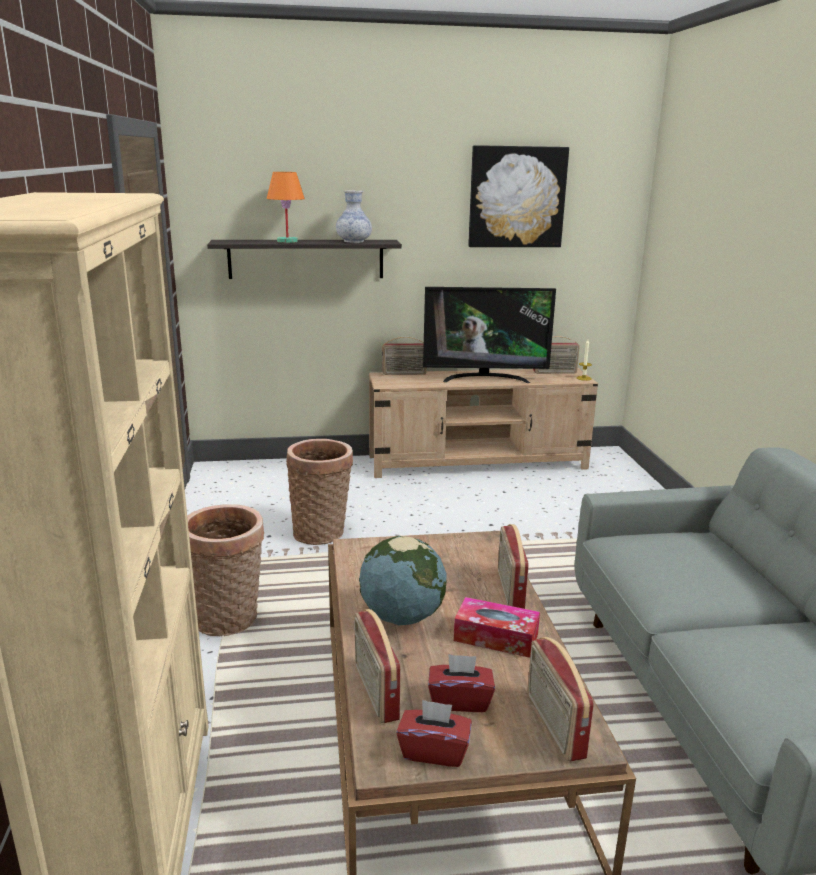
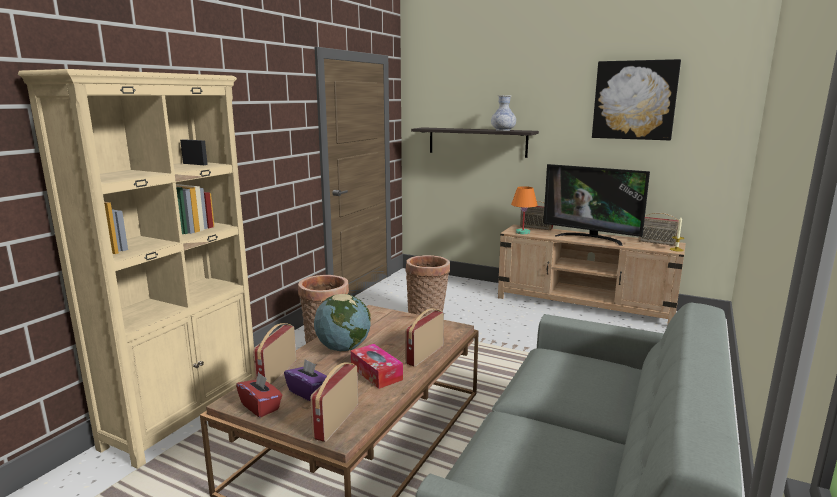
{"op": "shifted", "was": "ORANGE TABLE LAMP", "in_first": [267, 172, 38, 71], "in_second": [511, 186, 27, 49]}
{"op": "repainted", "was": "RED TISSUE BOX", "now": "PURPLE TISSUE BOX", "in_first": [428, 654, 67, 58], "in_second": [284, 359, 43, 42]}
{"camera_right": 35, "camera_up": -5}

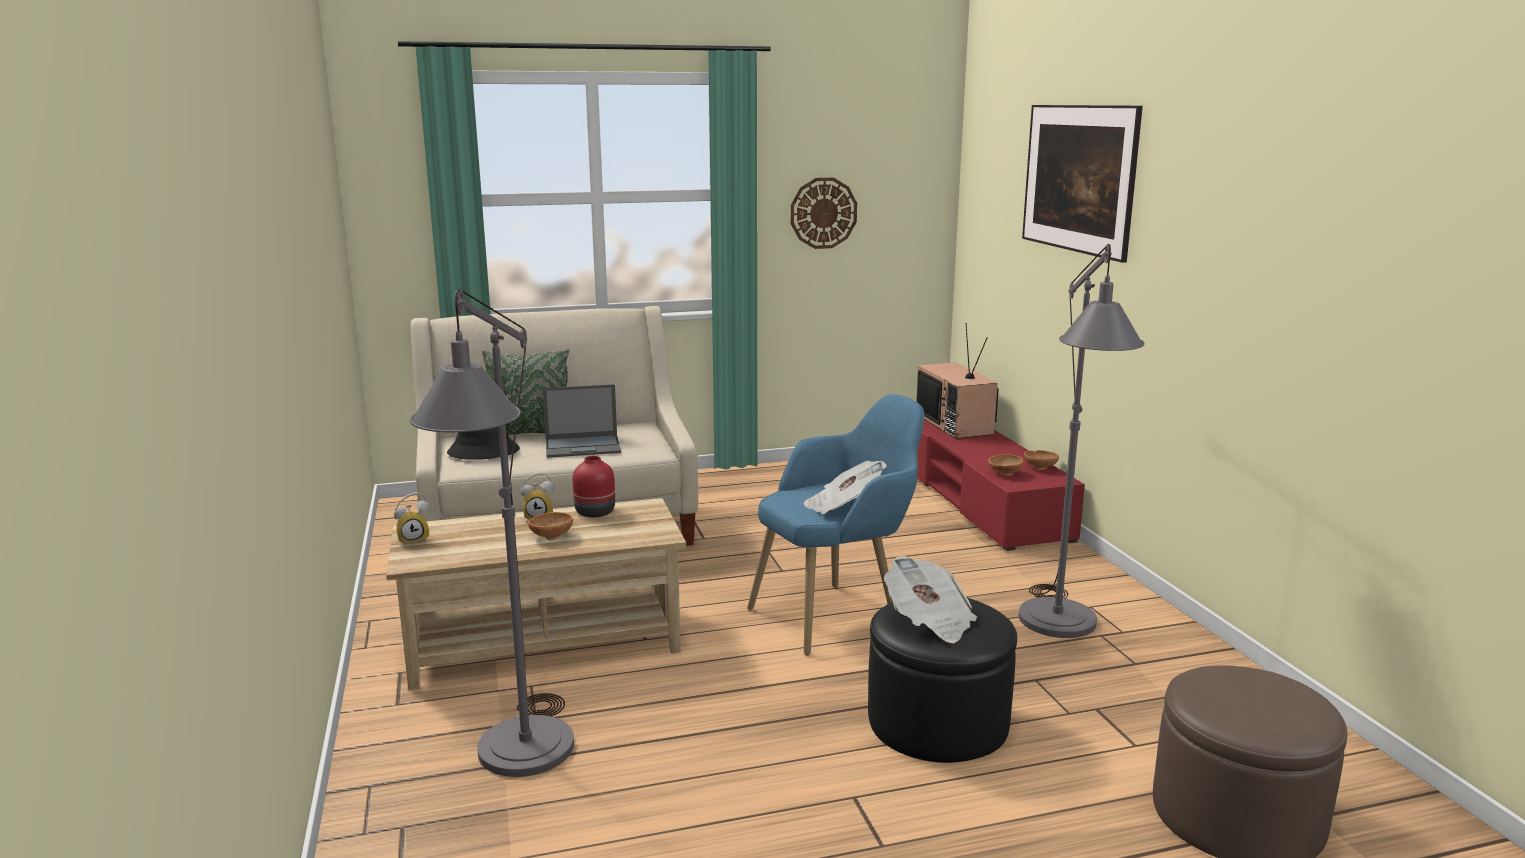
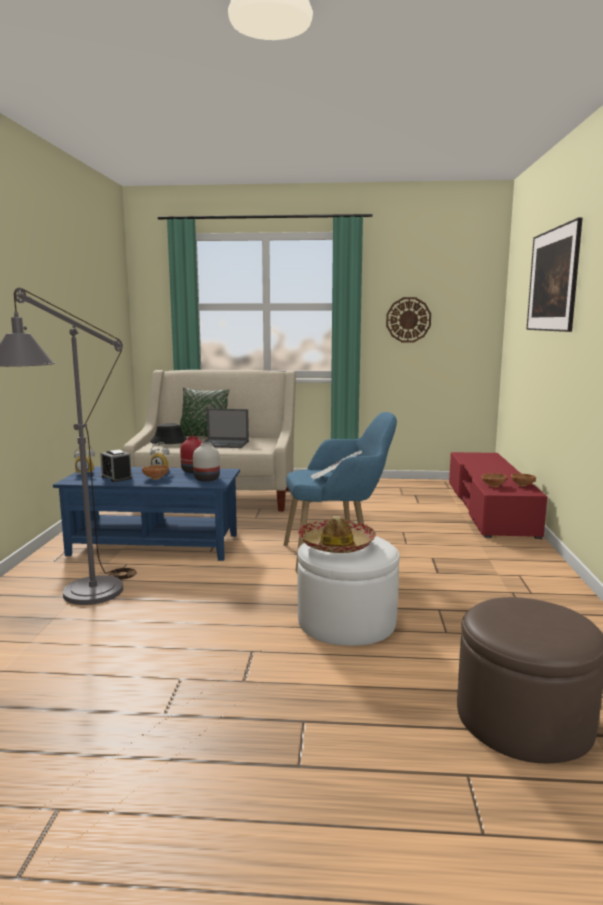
{"op": "gone", "was": "TELEVISION", "in_first": [916, 323, 83, 116]}
{"op": "gone", "was": "GREY FLOOR LAMP", "in_first": [1019, 244, 125, 394]}
{"op": "new", "now": "ALARM CLOCK", "in_second": [100, 450, 32, 32]}
{"op": "new", "now": "WHITE VASE", "in_second": [193, 442, 27, 40]}
{"op": "swapped", "was": "NEWSPAPER", "now": "HAT", "in_first": [884, 556, 93, 87], "in_second": [298, 516, 78, 37]}
{"op": "repainted", "was": "BEIGE COFFEE TABLE", "now": "BLUE COFFEE TABLE", "in_first": [386, 498, 300, 192], "in_second": [53, 466, 187, 95]}
{"op": "repainted", "was": "BLACK OTTOMAN", "now": "WHITE OTTOMAN", "in_first": [868, 598, 149, 165], "in_second": [297, 536, 103, 110]}
{"camera_right": 20, "camera_up": -5}

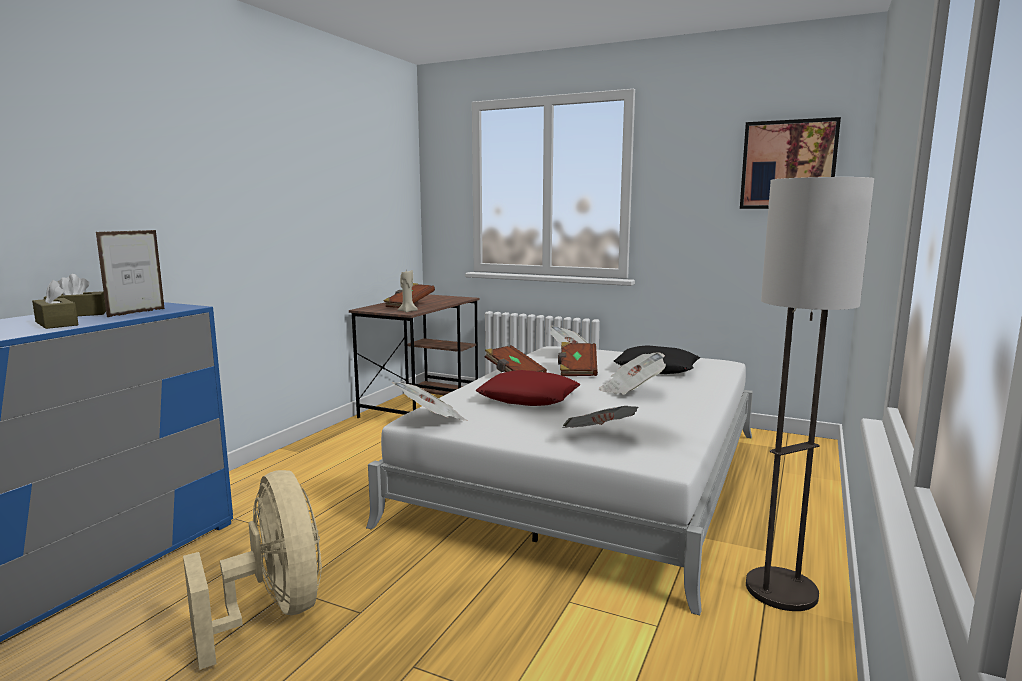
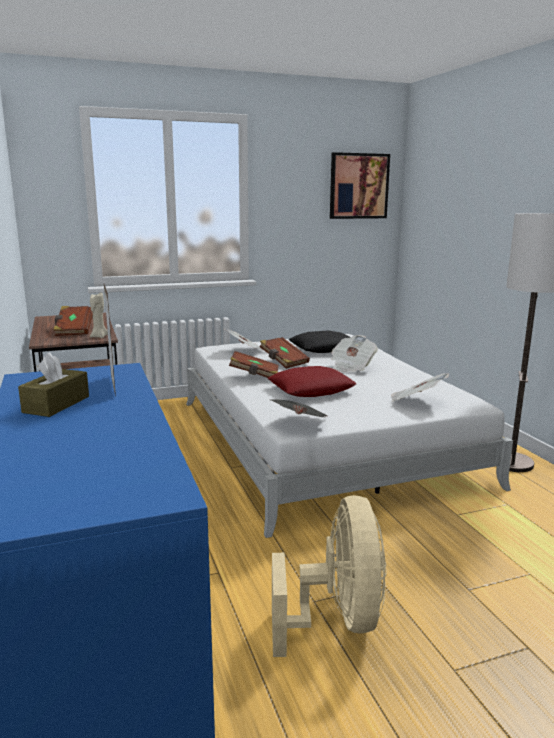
{"op": "gone", "was": "BROWN TISSUE BOX", "in_first": [32, 280, 46, 49]}
{"op": "rotated", "was": "BEIGE FAN", "in_first": [183, 470, 139, 200], "in_second": [272, 495, 114, 162], "clockwise": 75}
{"camera_right": -45, "camera_up": 5}

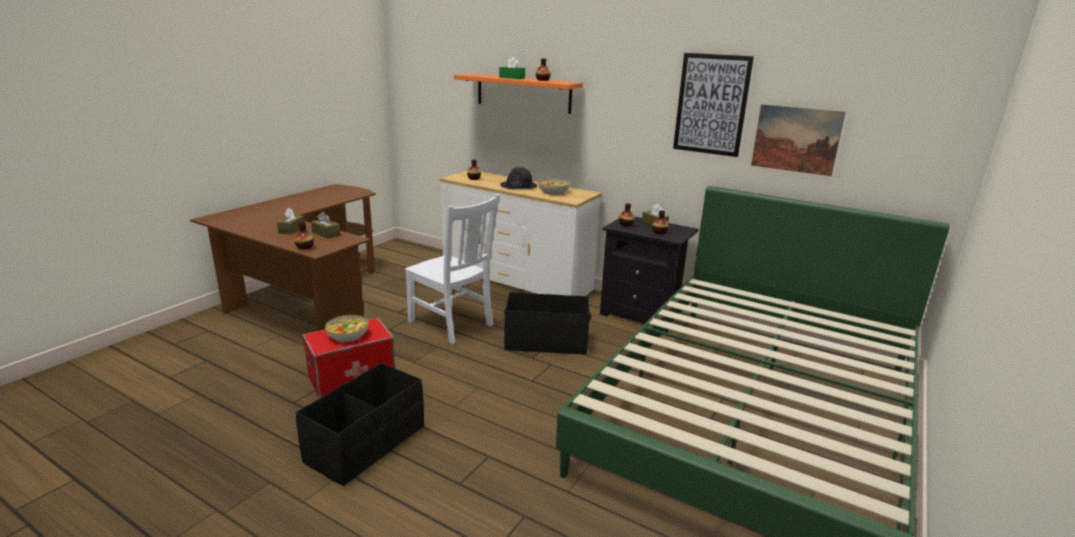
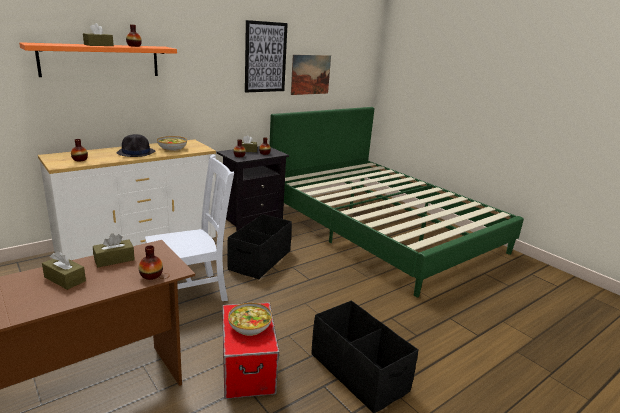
{"op": "repainted", "was": "GREEN TISSUE BOX", "now": "BROWN TISSUE BOX", "in_first": [499, 57, 26, 22], "in_second": [83, 23, 31, 23]}
{"camera_right": -70, "camera_up": 0}

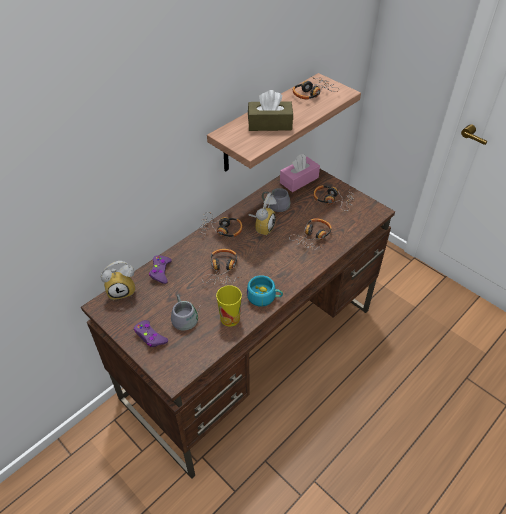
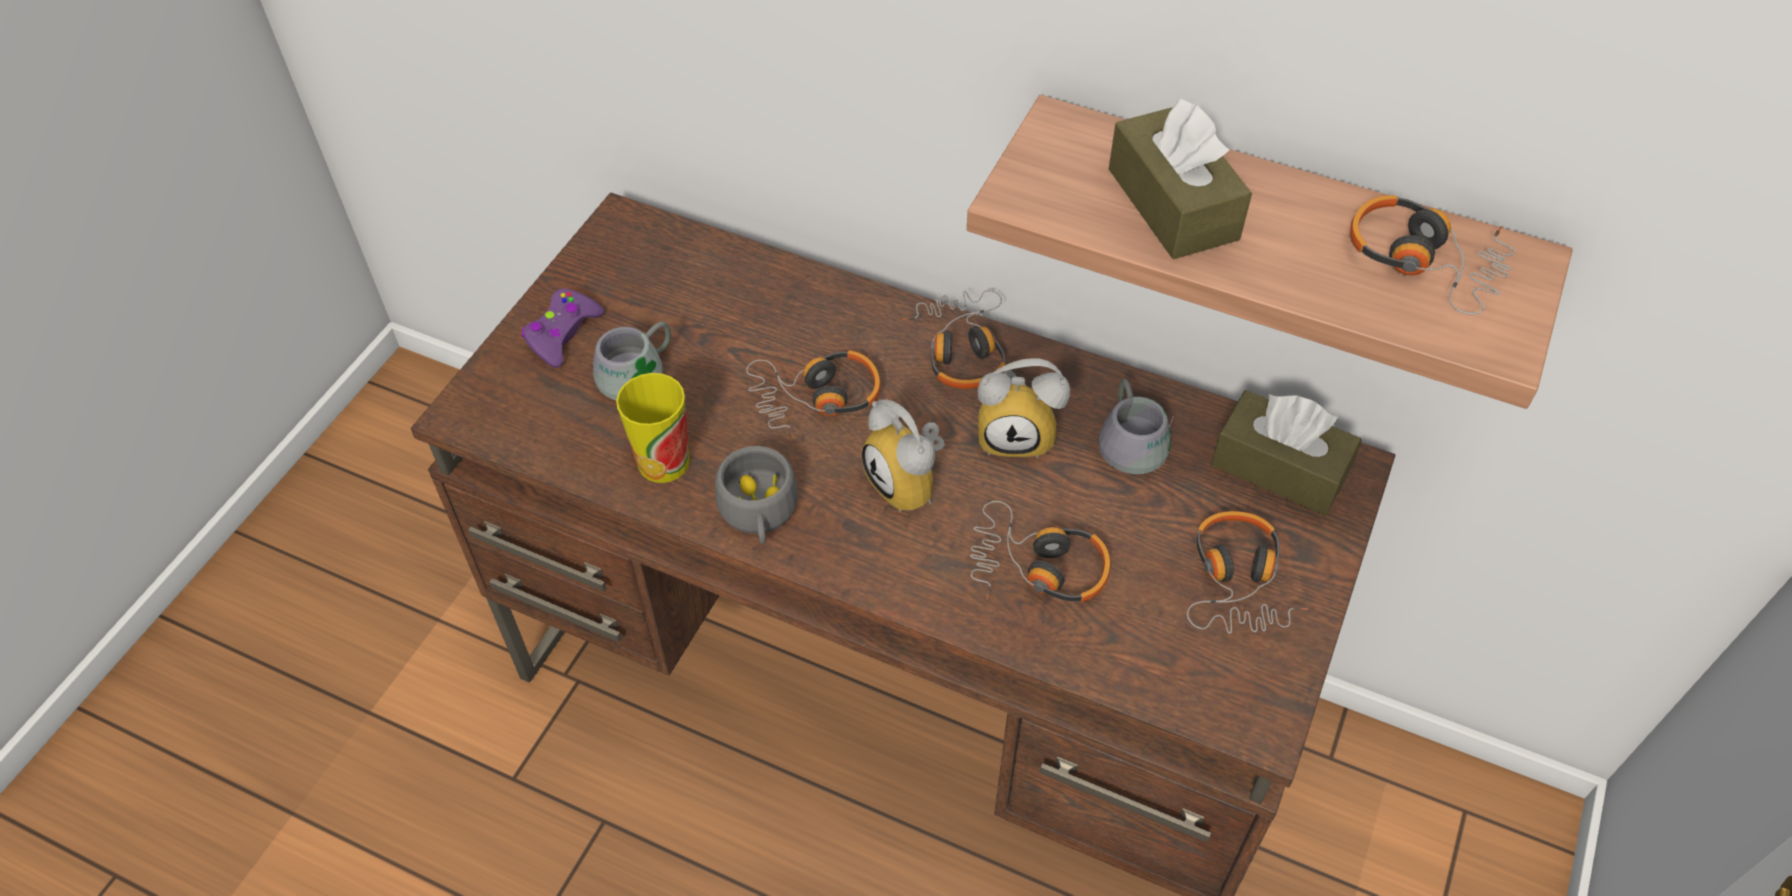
{"op": "gone", "was": "PURPLE GAME CONTROLLER", "in_first": [149, 255, 23, 29]}
{"op": "shifted", "was": "ALARM CLOCK", "in_first": [101, 261, 35, 39], "in_second": [862, 399, 83, 113]}
{"op": "repainted", "was": "TURQUOISE CUP", "now": "GREY CUP", "in_first": [247, 275, 36, 32], "in_second": [715, 446, 83, 98]}
{"op": "repainted", "was": "PINK TISSUE BOX", "now": "BROWN TISSUE BOX", "in_first": [280, 154, 40, 38], "in_second": [1211, 390, 151, 125]}
{"camera_right": 70, "camera_up": 5}

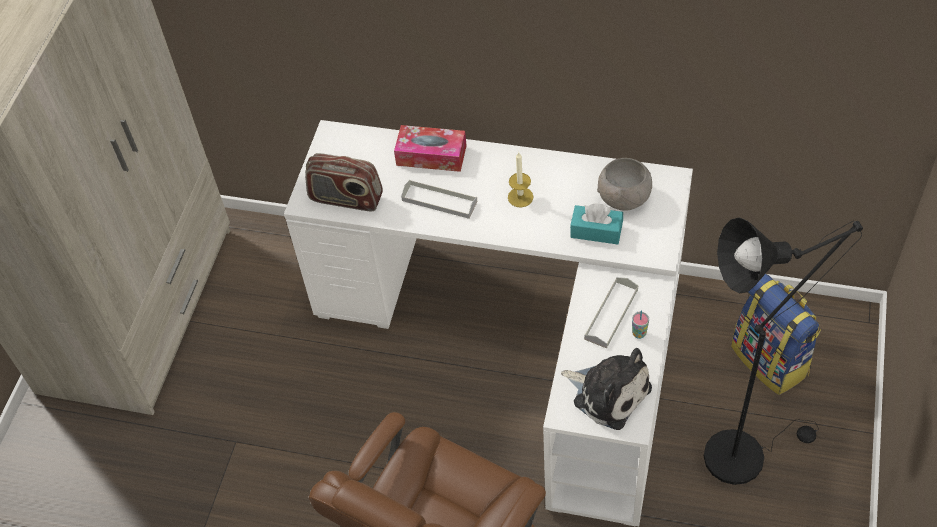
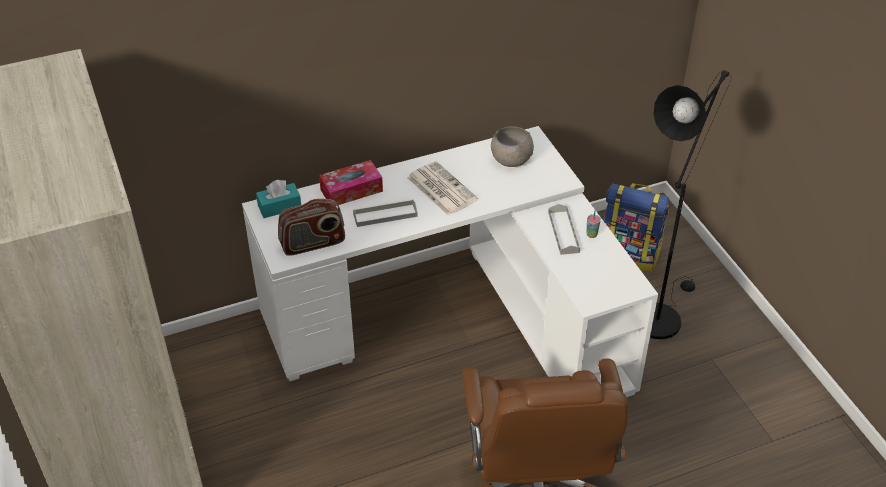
{"op": "gone", "was": "PLUSH TOY", "in_first": [561, 348, 91, 82]}
{"op": "shifted", "was": "TURQUOISE TISSUE BOX", "in_first": [570, 204, 53, 41], "in_second": [256, 180, 45, 38]}
{"op": "swapped", "was": "CANDLE", "now": "NEWSPAPER", "in_first": [508, 152, 26, 55], "in_second": [407, 161, 71, 55]}
{"camera_right": -40, "camera_up": -10}

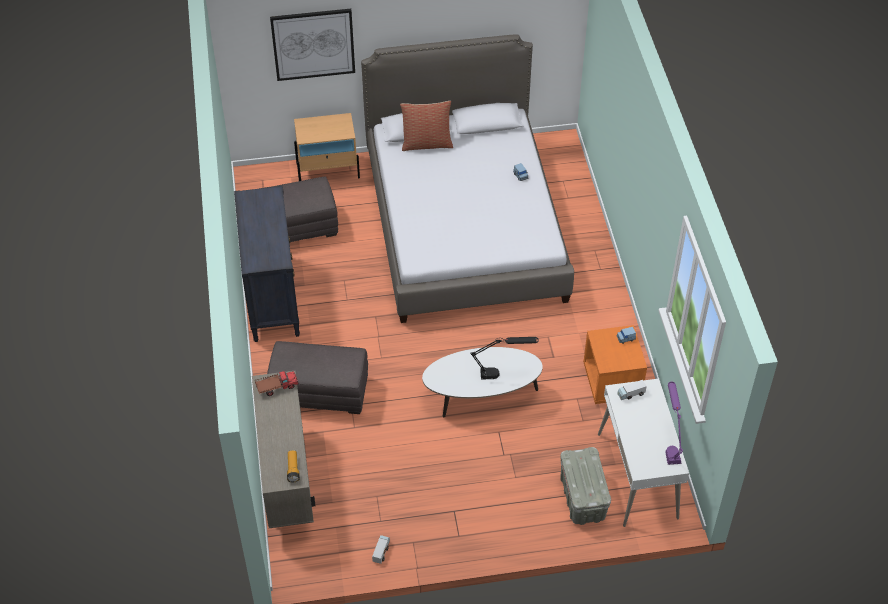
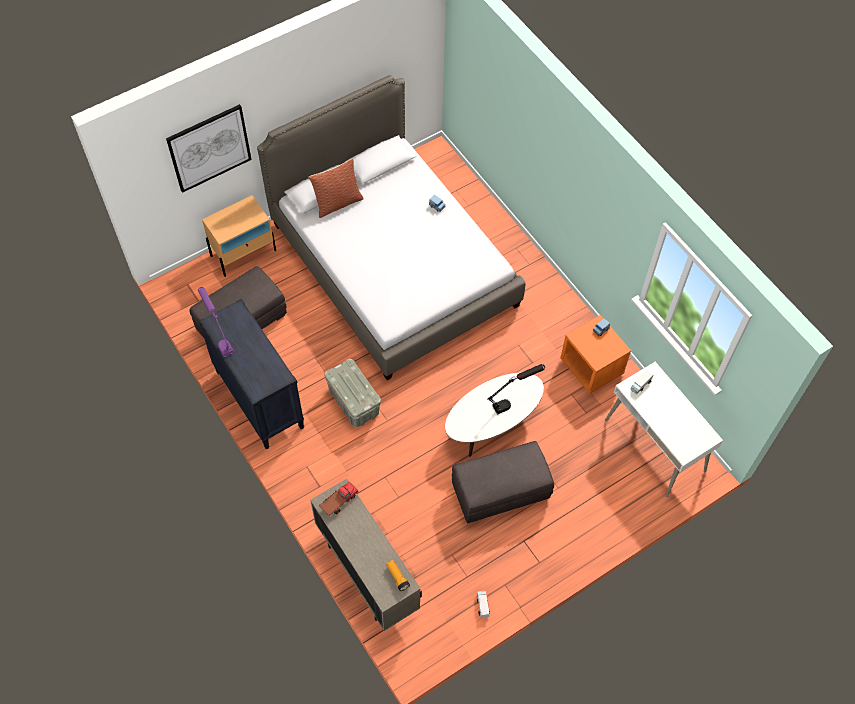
{"op": "shifted", "was": "GREY OTTOMAN", "in_first": [267, 341, 101, 73], "in_second": [452, 441, 102, 82]}
{"op": "shifted", "was": "GREY STORAGE BOX", "in_first": [560, 447, 51, 78], "in_second": [324, 359, 57, 68]}
{"op": "shifted", "was": "PURPLE TABLE LAMP", "in_first": [665, 382, 18, 83], "in_second": [198, 287, 37, 71]}
{"camera_right": -25, "camera_up": 10}

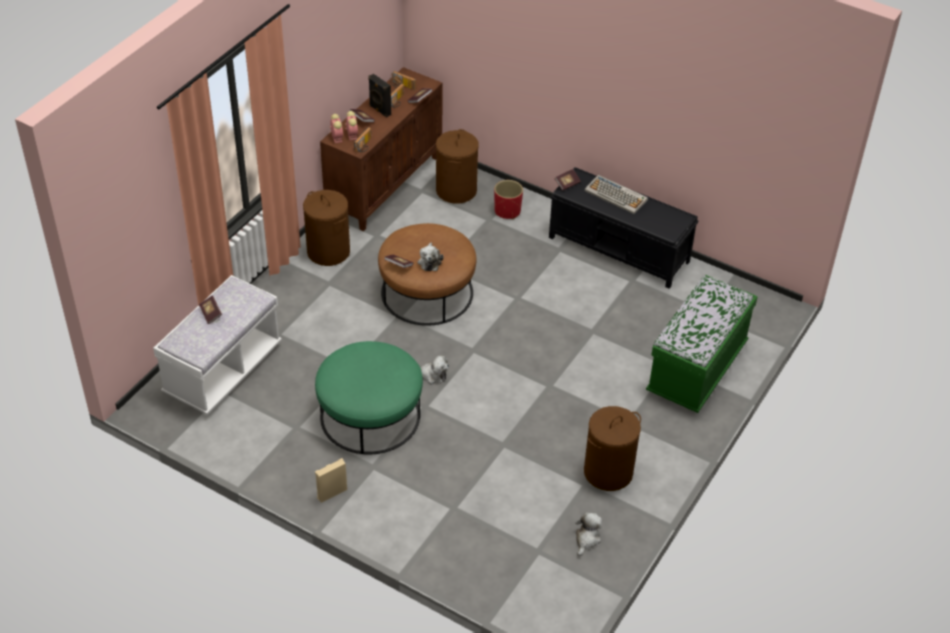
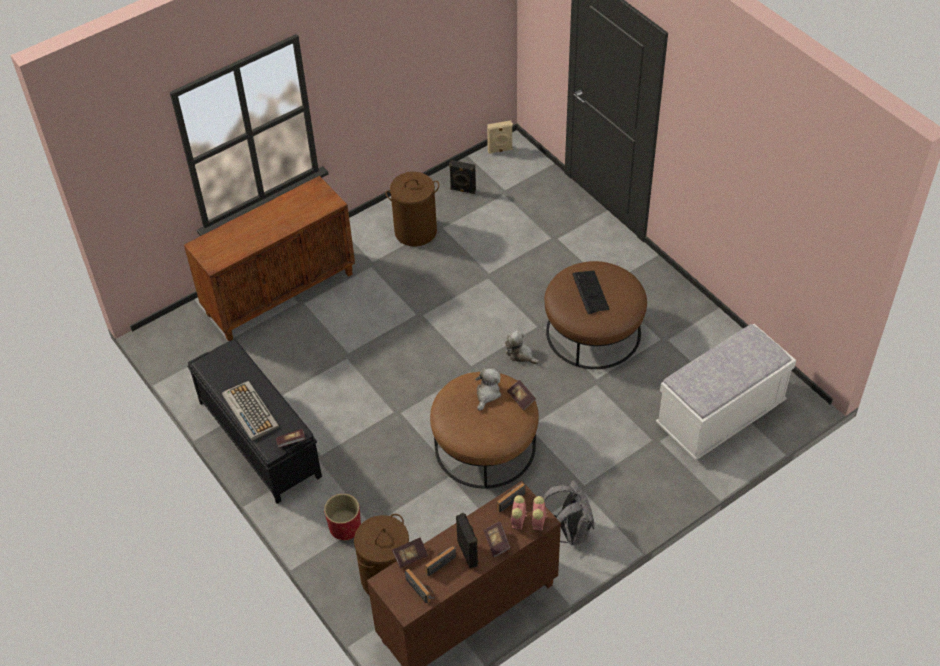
{"op": "gone", "was": "BOOK", "in_first": [199, 296, 23, 28]}
{"op": "new", "now": "KEYBOARD", "in_second": [573, 271, 37, 43]}
{"op": "shifted", "was": "BEIGE SPEAKER", "in_first": [315, 458, 32, 45], "in_second": [487, 121, 26, 33]}
{"op": "swapped", "was": "BROWN LAUNDRY BASKET", "now": "GREY BACKPACK", "in_first": [303, 190, 47, 76], "in_second": [543, 480, 51, 65]}
{"op": "swapped", "was": "PLUSH TOY", "now": "BLACK SPEAKER", "in_first": [576, 512, 26, 44], "in_second": [449, 160, 27, 34]}
{"op": "swapped", "was": "GREEN BENCH", "now": "BROWN CABINET", "in_first": [646, 275, 112, 138], "in_second": [184, 176, 171, 165]}
{"op": "repainted", "was": "GREEN OTTOMAN", "now": "BROWN OTTOMAN", "in_first": [315, 341, 108, 114], "in_second": [544, 261, 103, 108]}
{"camera_right": -155, "camera_up": 5}

